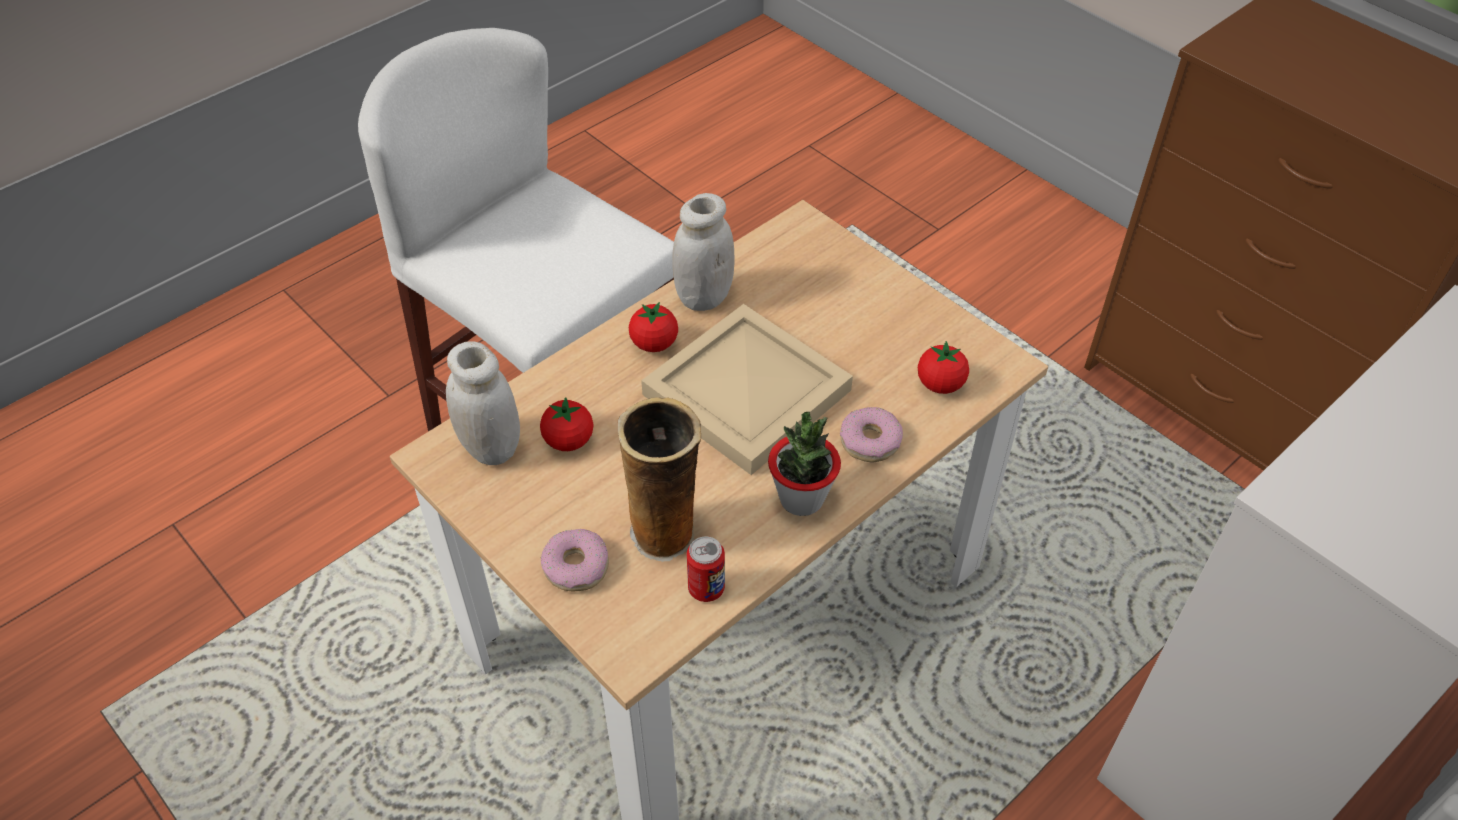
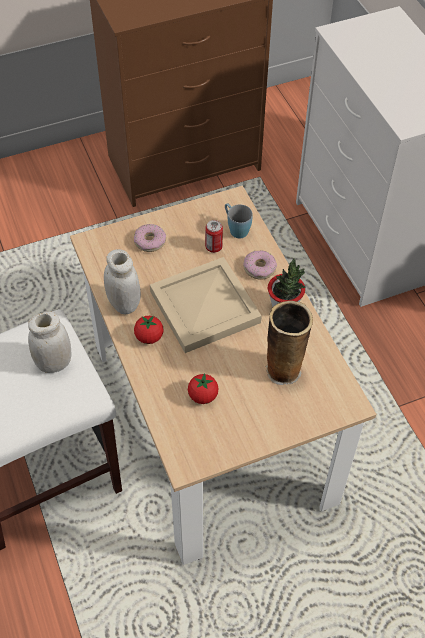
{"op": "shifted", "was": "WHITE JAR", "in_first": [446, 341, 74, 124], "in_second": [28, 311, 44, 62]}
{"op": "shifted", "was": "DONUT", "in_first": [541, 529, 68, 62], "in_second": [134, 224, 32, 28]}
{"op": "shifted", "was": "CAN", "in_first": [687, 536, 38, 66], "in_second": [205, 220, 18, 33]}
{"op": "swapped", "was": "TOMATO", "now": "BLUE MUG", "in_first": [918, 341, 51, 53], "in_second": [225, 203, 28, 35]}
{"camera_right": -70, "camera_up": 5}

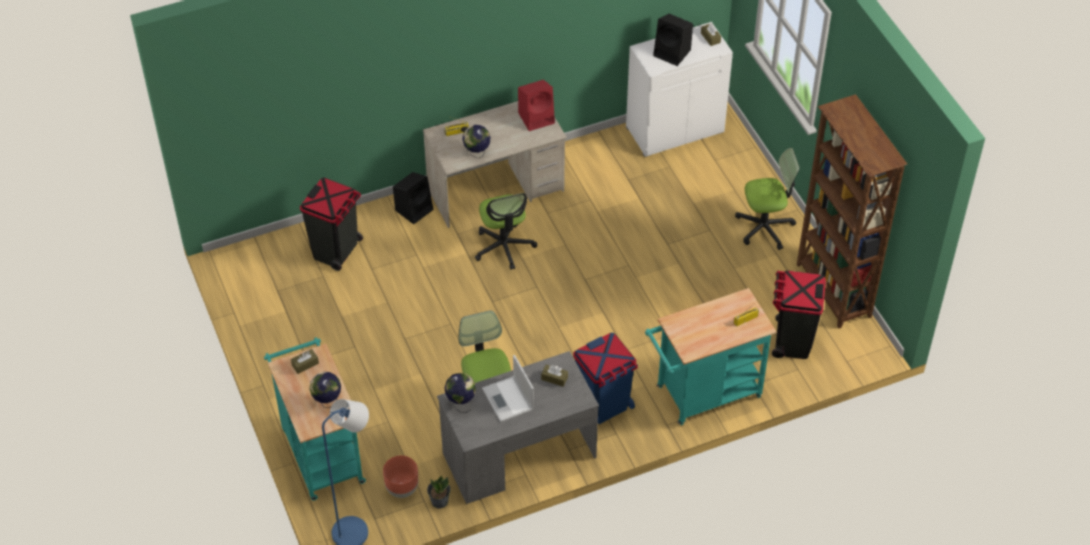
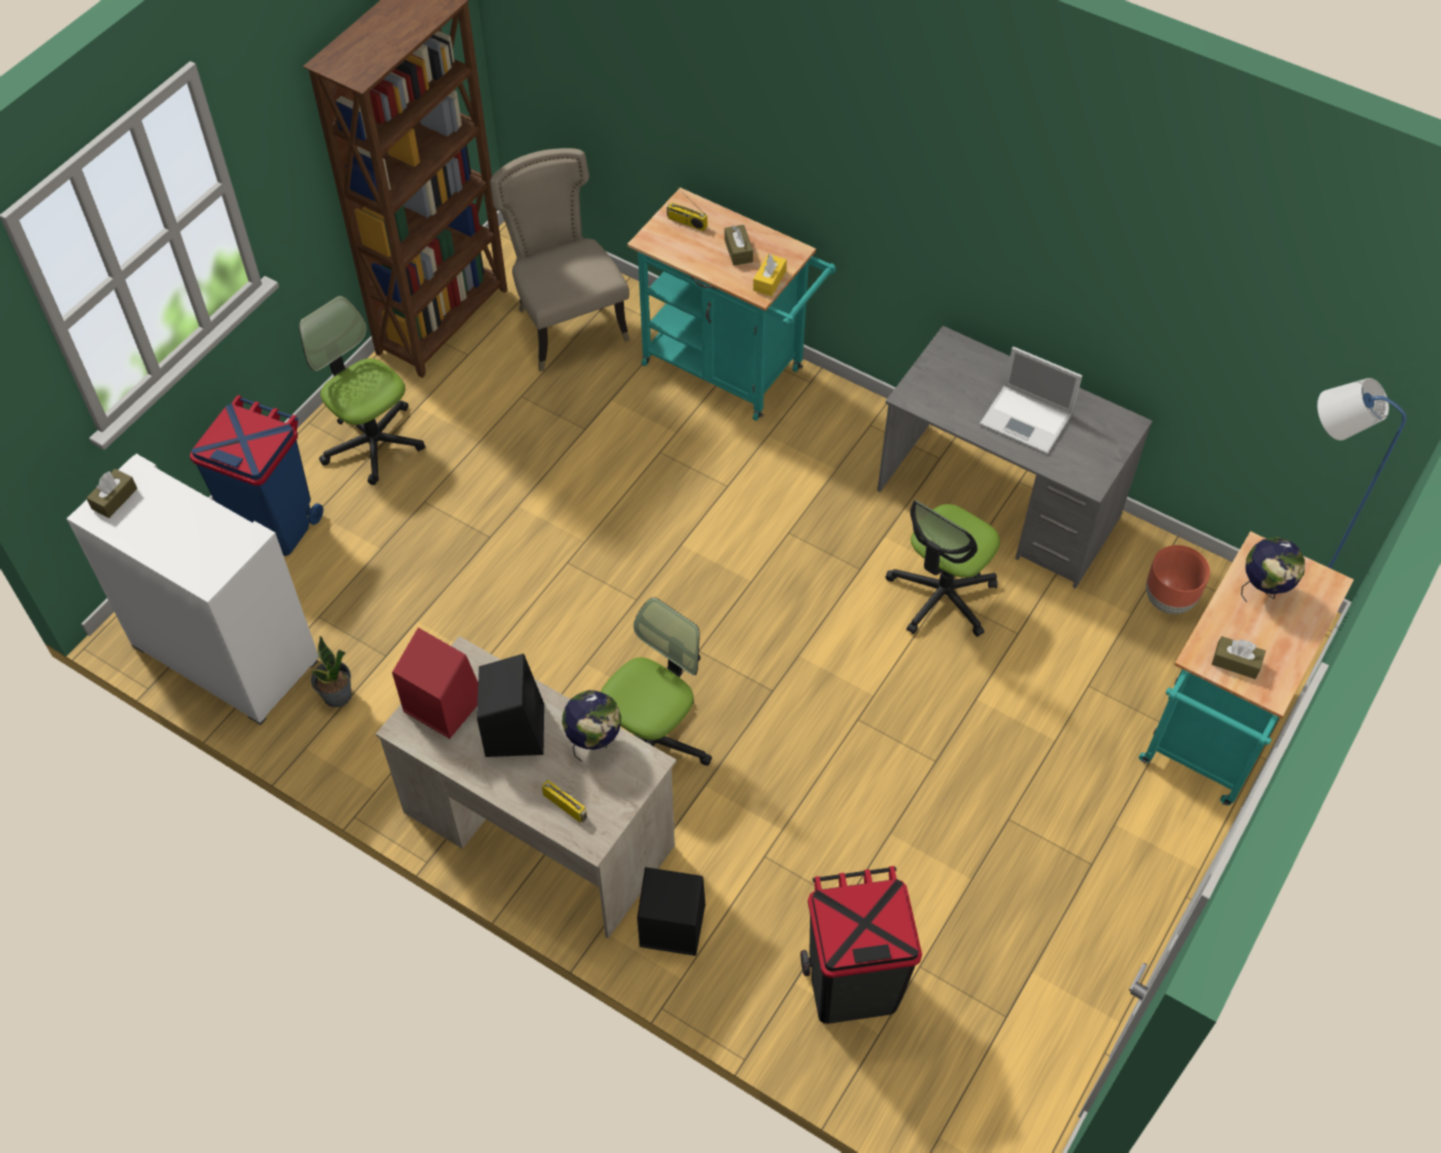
{"op": "gone", "was": "GLOBE", "in_first": [445, 373, 31, 40]}
{"op": "new", "now": "YELLOW TISSUE BOX", "in_second": [753, 254, 34, 42]}
{"op": "shifted", "was": "POTTED PLANT", "in_first": [427, 475, 24, 33], "in_second": [311, 636, 41, 71]}
{"op": "shifted", "was": "BROWN TISSUE BOX", "in_first": [541, 365, 27, 22], "in_second": [724, 225, 29, 41]}
{"op": "shifted", "was": "BLUE TRASH CAN", "in_first": [573, 333, 65, 91], "in_second": [190, 395, 133, 161]}
{"op": "shifted", "was": "BLACK SPEAKER", "in_first": [653, 14, 40, 52], "in_second": [477, 654, 67, 103]}
{"op": "swapped", "was": "BLACK TRASH CAN", "now": "BEIGE CHAIR", "in_first": [772, 270, 54, 89], "in_second": [490, 148, 140, 224]}
{"op": "rotated", "was": "LAPTOP", "in_first": [482, 355, 52, 67], "in_second": [980, 346, 102, 108], "clockwise": 90}
{"camera_right": -125, "camera_up": 5}

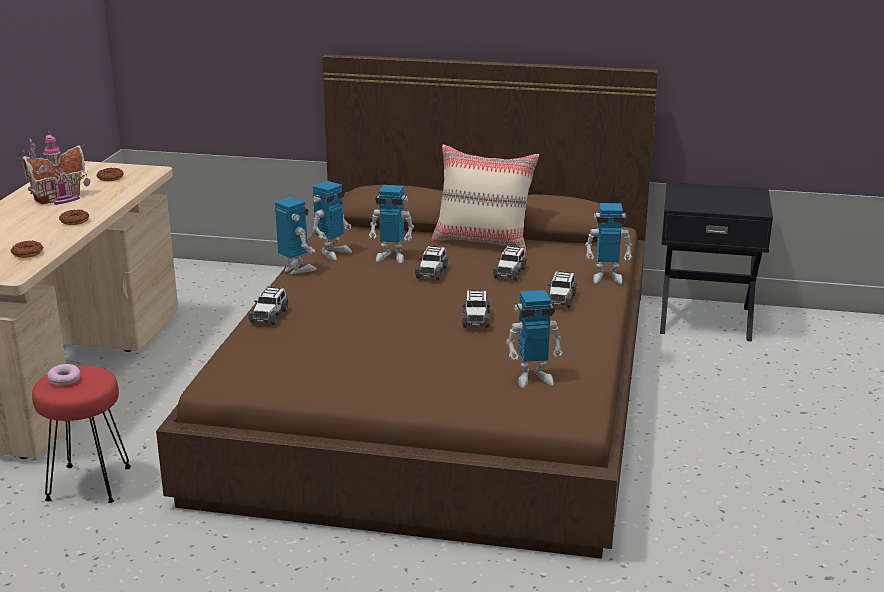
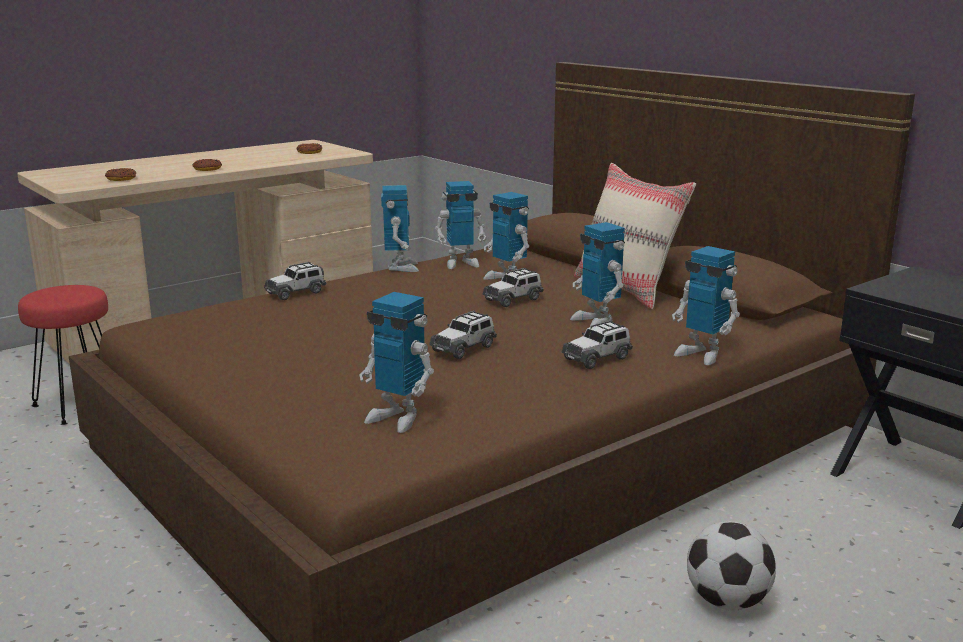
{"op": "gone", "was": "TOY HOUSE", "in_first": [18, 131, 72, 74]}
{"op": "gone", "was": "DONUT", "in_first": [47, 364, 33, 22]}
{"op": "new", "now": "FOOTBALL", "in_second": [687, 521, 89, 90]}
{"op": "swapped", "was": "TOY CAR", "now": "TOY ROBOT", "in_first": [493, 245, 34, 36], "in_second": [570, 222, 55, 105]}
{"camera_right": 40, "camera_up": -5}

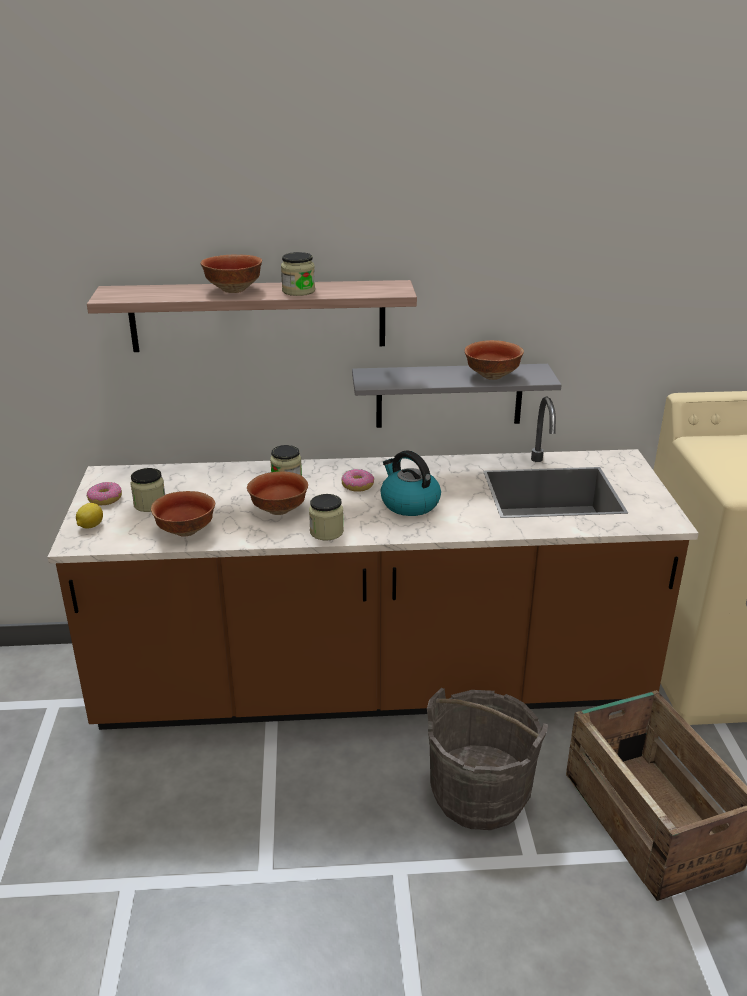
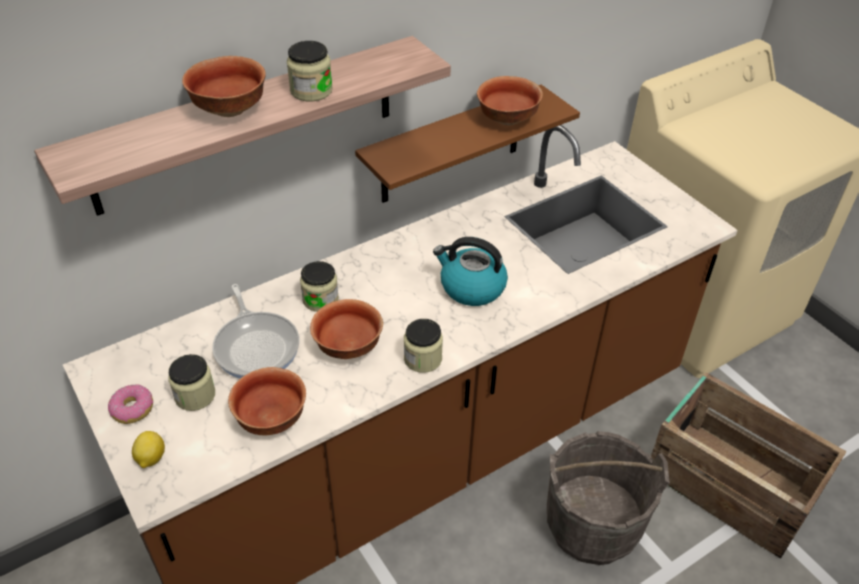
{"op": "gone", "was": "DONUT", "in_first": [341, 469, 33, 23]}
{"op": "new", "now": "FRYING PAN", "in_second": [212, 284, 87, 94]}
{"op": "repainted", "was": "GREY SHELF", "now": "BROWN SHELF", "in_first": [352, 364, 210, 64], "in_second": [355, 85, 225, 118]}
{"camera_right": -30, "camera_up": 15}

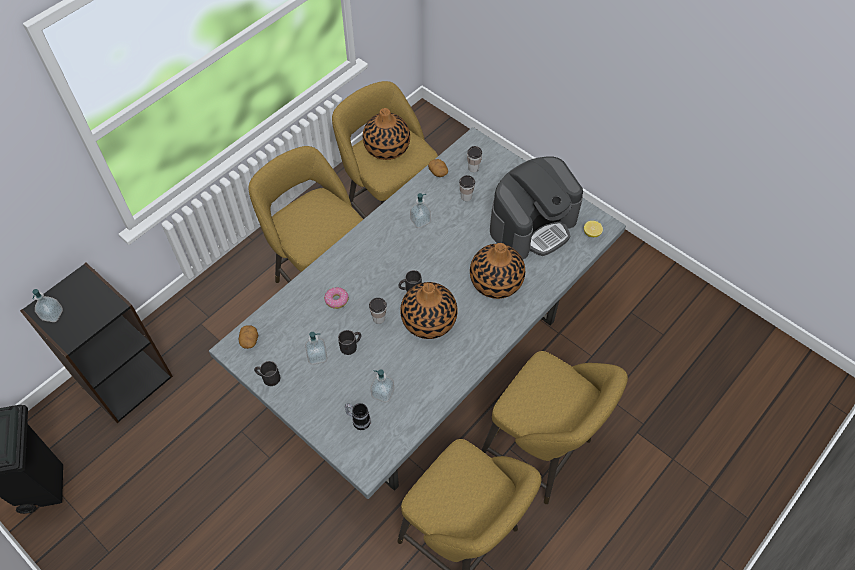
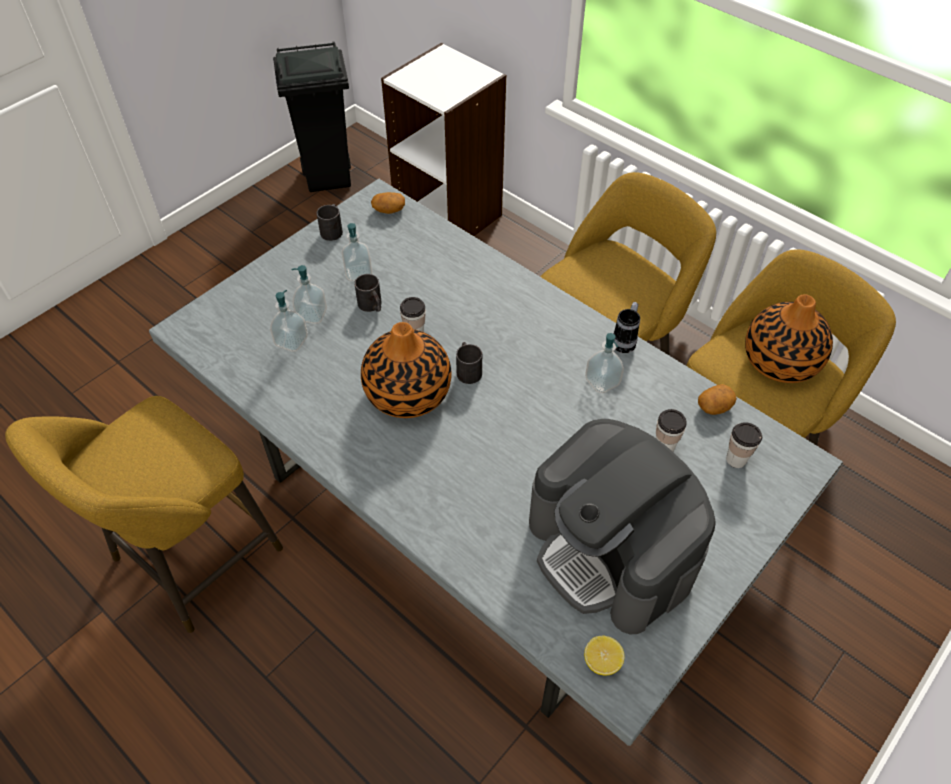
{"op": "gone", "was": "DONUT", "in_first": [324, 287, 25, 22]}
{"op": "gone", "was": "VASE", "in_first": [470, 243, 55, 56]}
{"op": "gone", "was": "YELLOW STOOL", "in_first": [481, 351, 147, 153]}
{"op": "shifted", "was": "SOAP DISPENSER", "in_first": [32, 289, 31, 33], "in_second": [291, 265, 36, 59]}
{"op": "shifted", "was": "MUG", "in_first": [345, 403, 26, 27], "in_second": [613, 302, 27, 51]}
{"op": "repainted", "was": "BLACK BOOKCASE", "now": "WHITE BOOKCASE", "in_first": [20, 263, 153, 160], "in_second": [381, 43, 125, 193]}
{"camera_right": 90, "camera_up": -5}

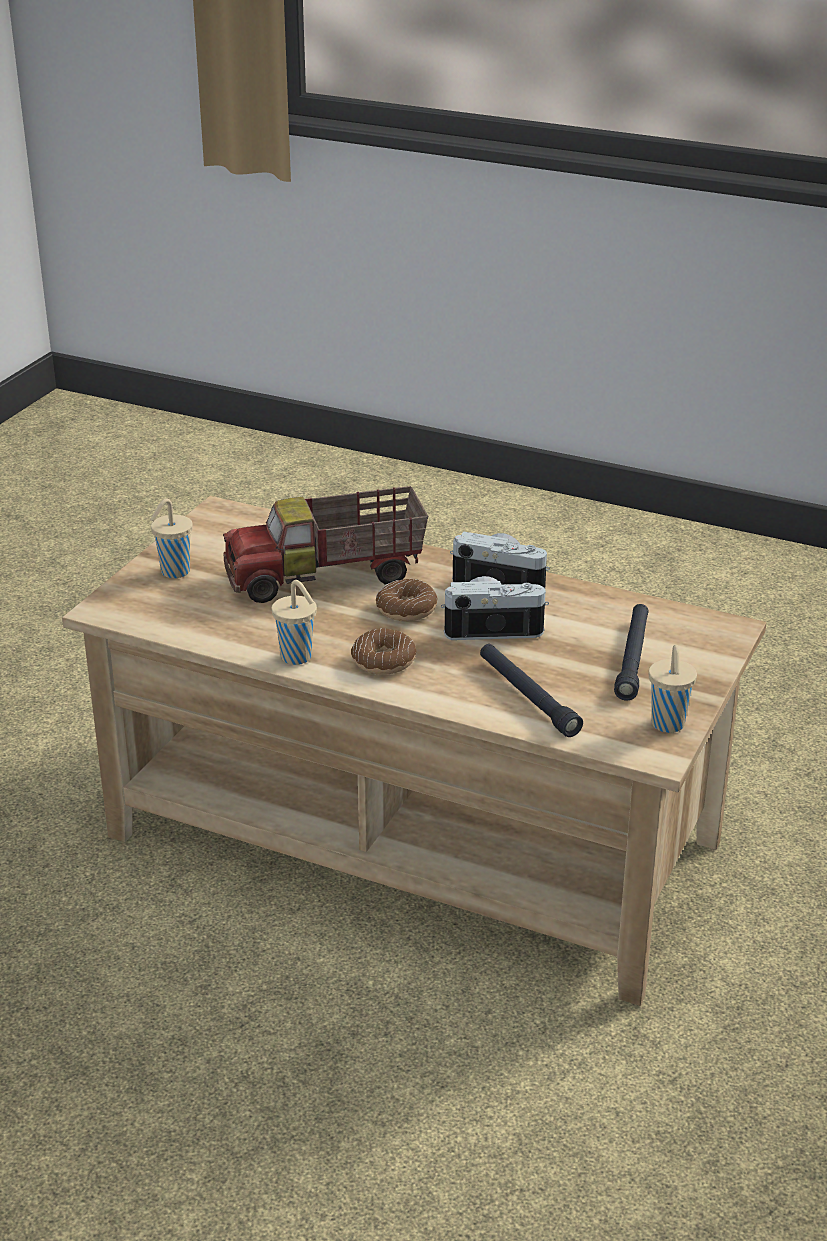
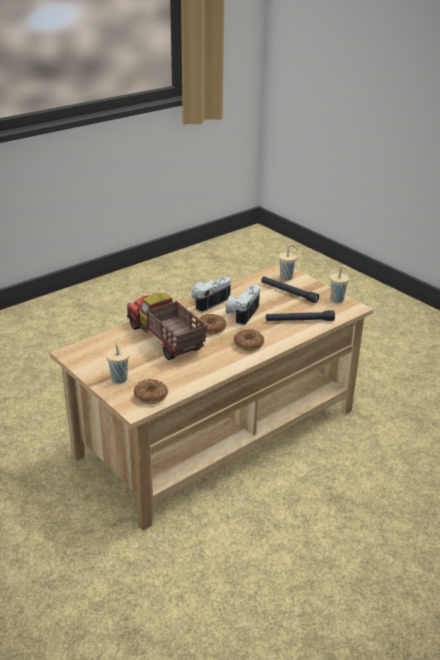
{"op": "new", "now": "DONUT", "in_second": [134, 379, 34, 25]}
{"op": "shifted", "was": "BEIGE CUP", "in_first": [272, 580, 45, 85], "in_second": [279, 244, 19, 36]}
{"op": "rotated", "was": "TOY TRUCK", "in_first": [223, 486, 205, 117], "in_second": [127, 293, 80, 67], "clockwise": 135}
{"camera_right": -65, "camera_up": 0}

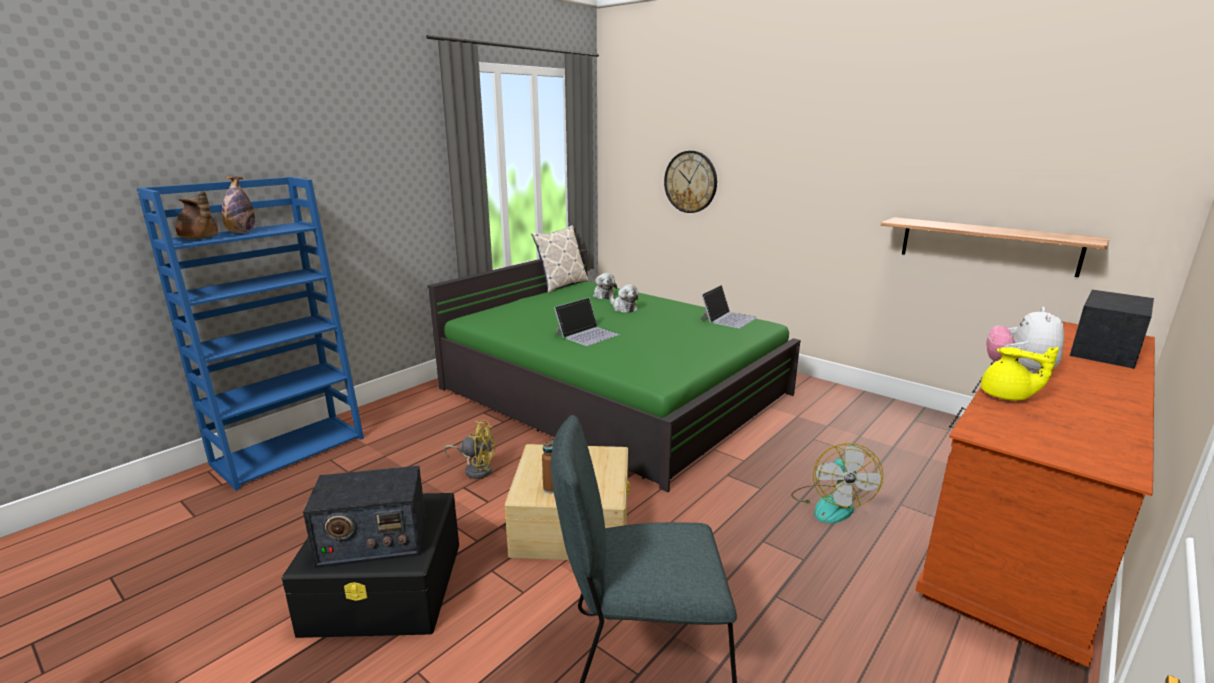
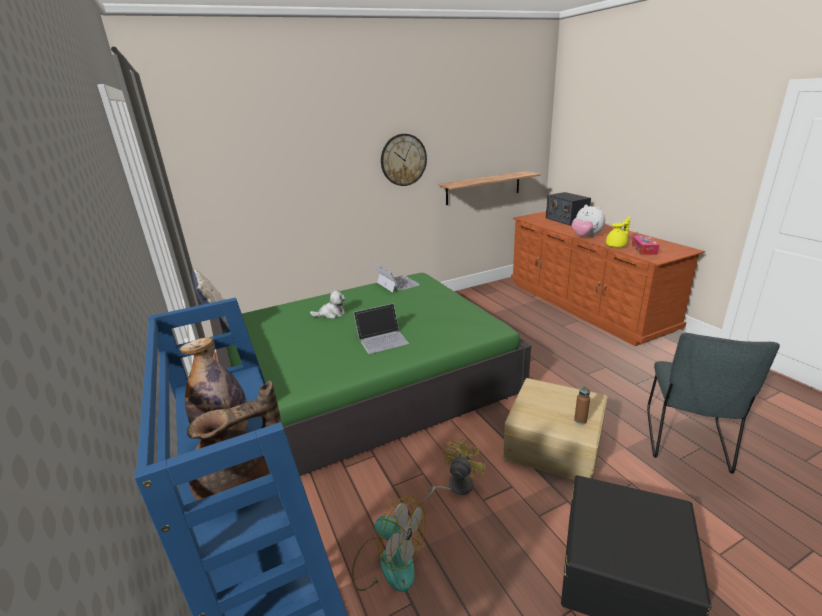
{"op": "gone", "was": "RADIO", "in_first": [303, 466, 123, 102]}
{"op": "gone", "was": "PLUSH TOY", "in_first": [593, 273, 24, 26]}
{"op": "new", "now": "TISSUE BOX", "in_second": [631, 236, 28, 19]}
{"op": "shifted", "was": "WALL CLOCK", "in_first": [664, 151, 53, 62], "in_second": [381, 134, 46, 52]}
{"op": "shifted", "was": "FAN", "in_first": [791, 443, 92, 81], "in_second": [352, 496, 74, 96]}
{"op": "rotated", "was": "LAPTOP", "in_first": [554, 298, 66, 48], "in_second": [353, 303, 56, 51], "clockwise": 90}
{"camera_right": -65, "camera_up": 5}

